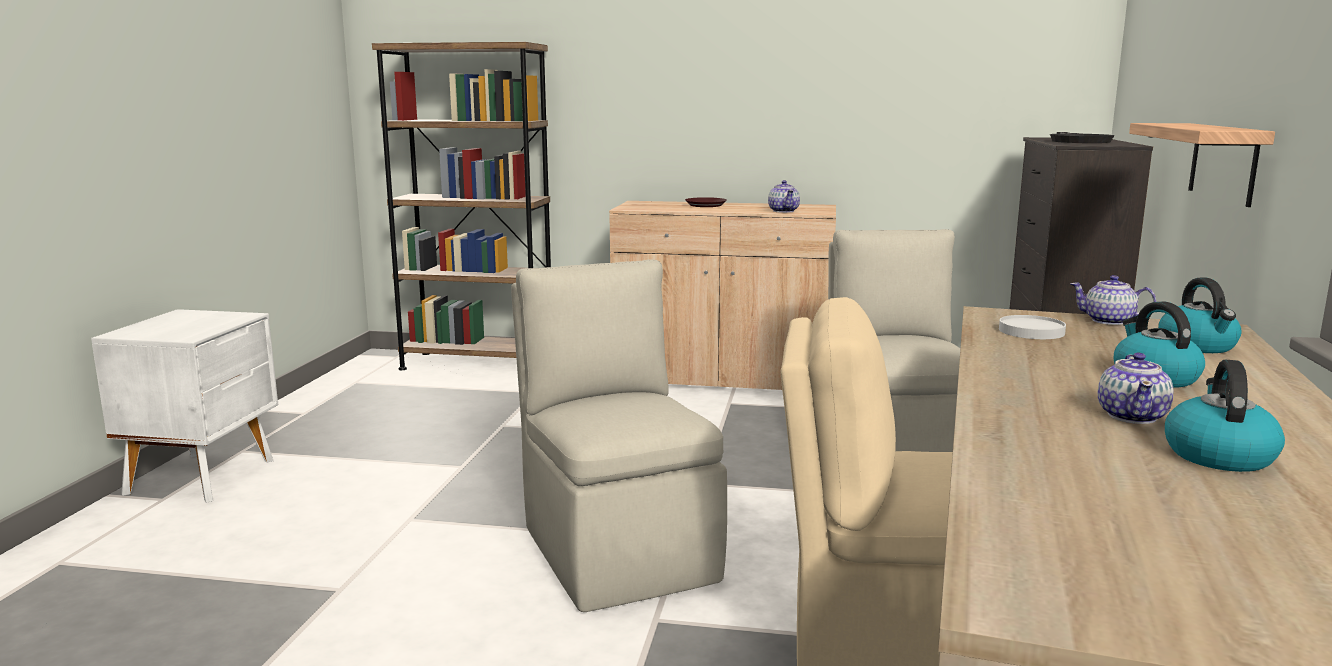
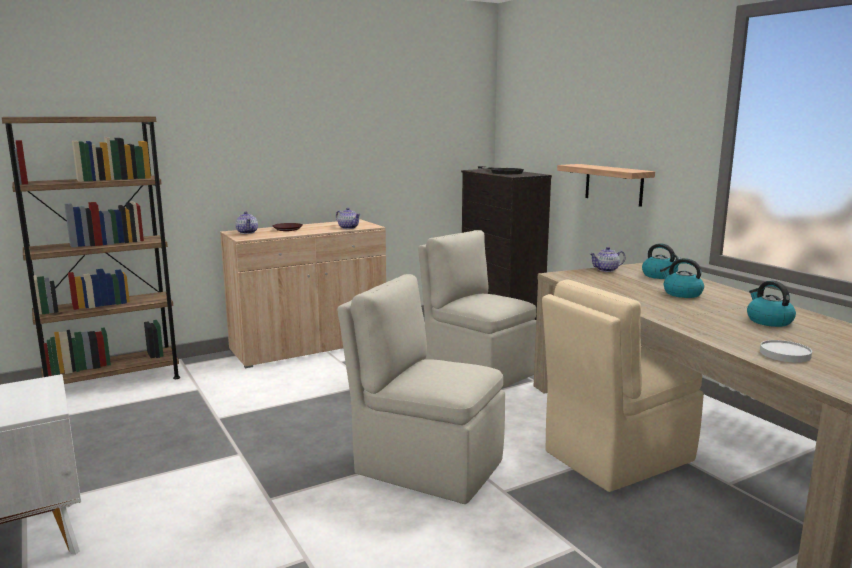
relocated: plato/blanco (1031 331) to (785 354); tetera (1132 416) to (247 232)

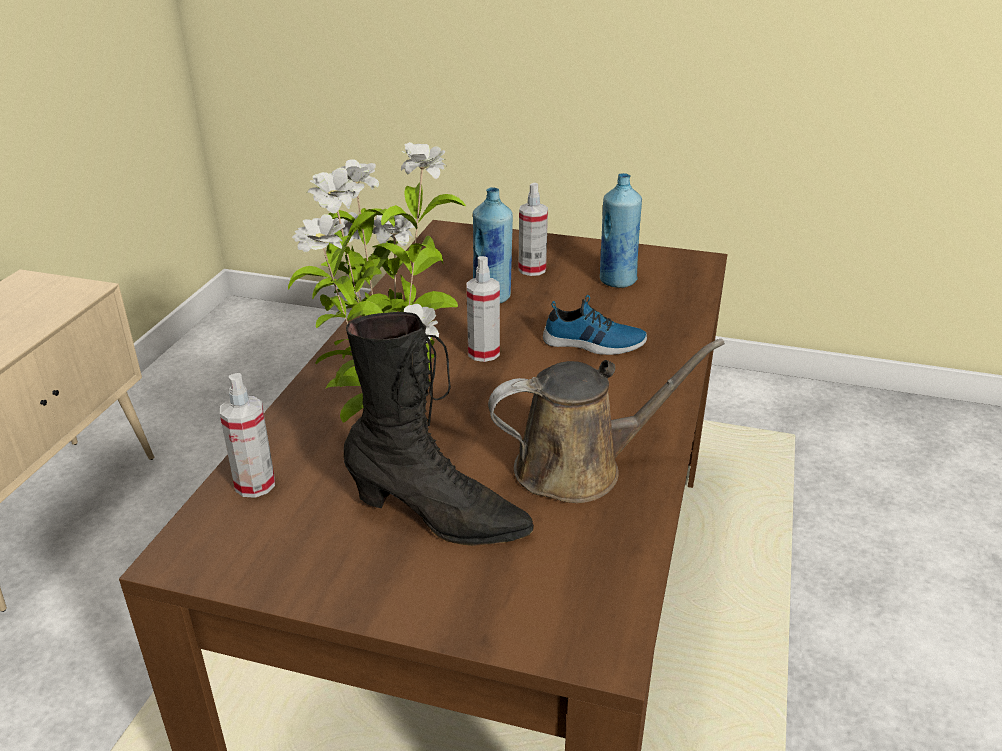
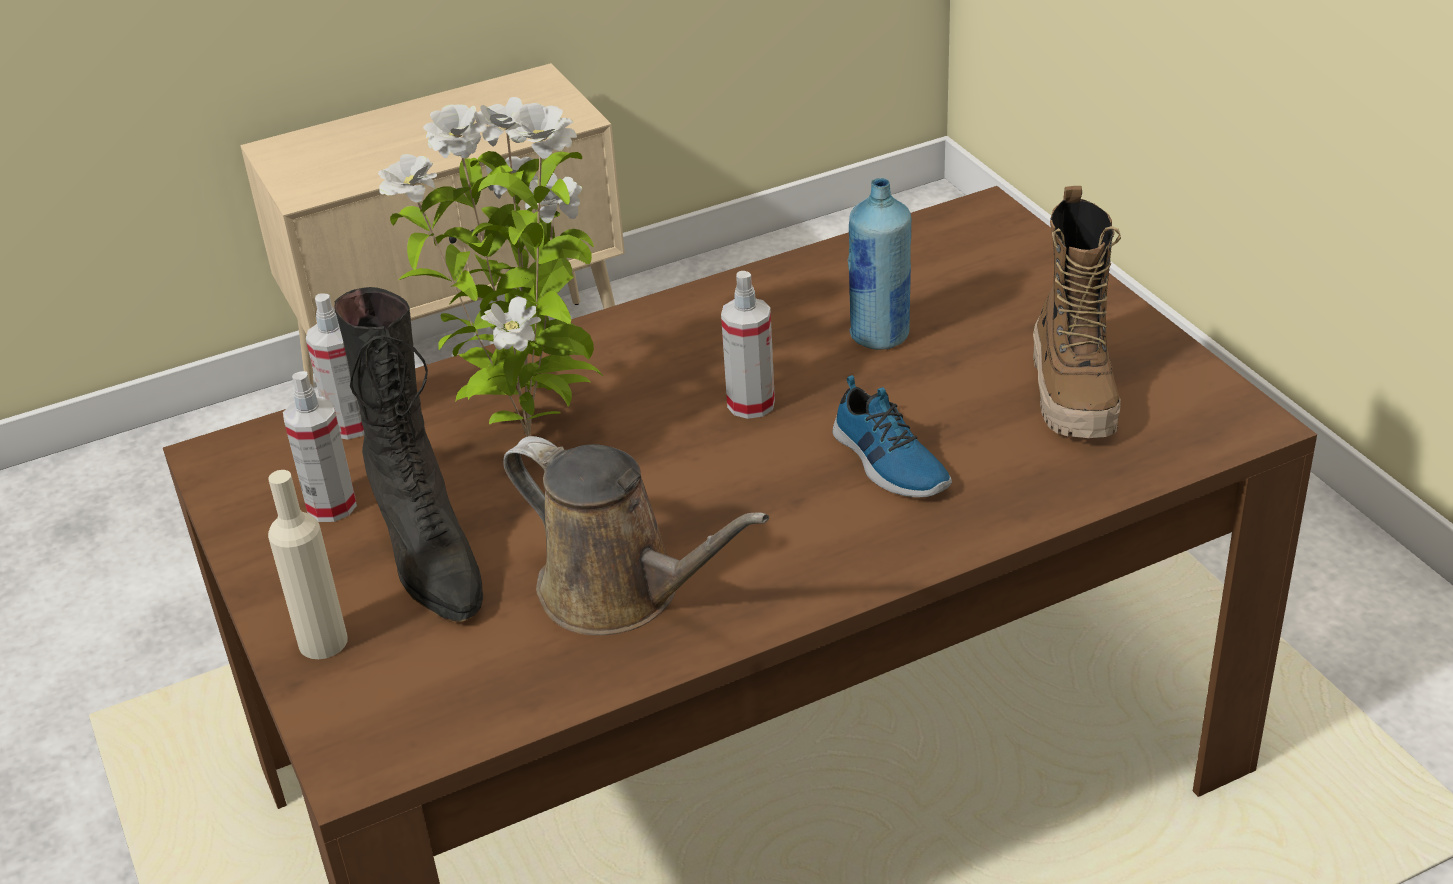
appeared: botella/beis (323 642)
relocated: pulverizador (532 269) to (331 506)
exchanged: botella/azul (617 280) to bota (1073 393)

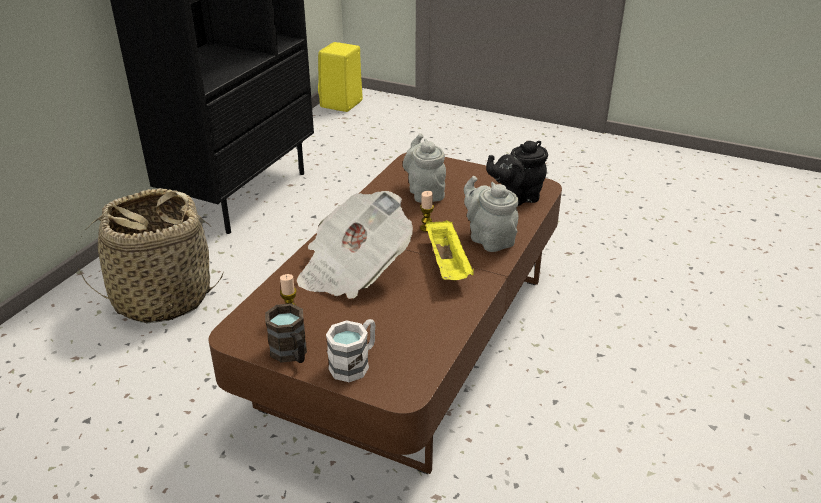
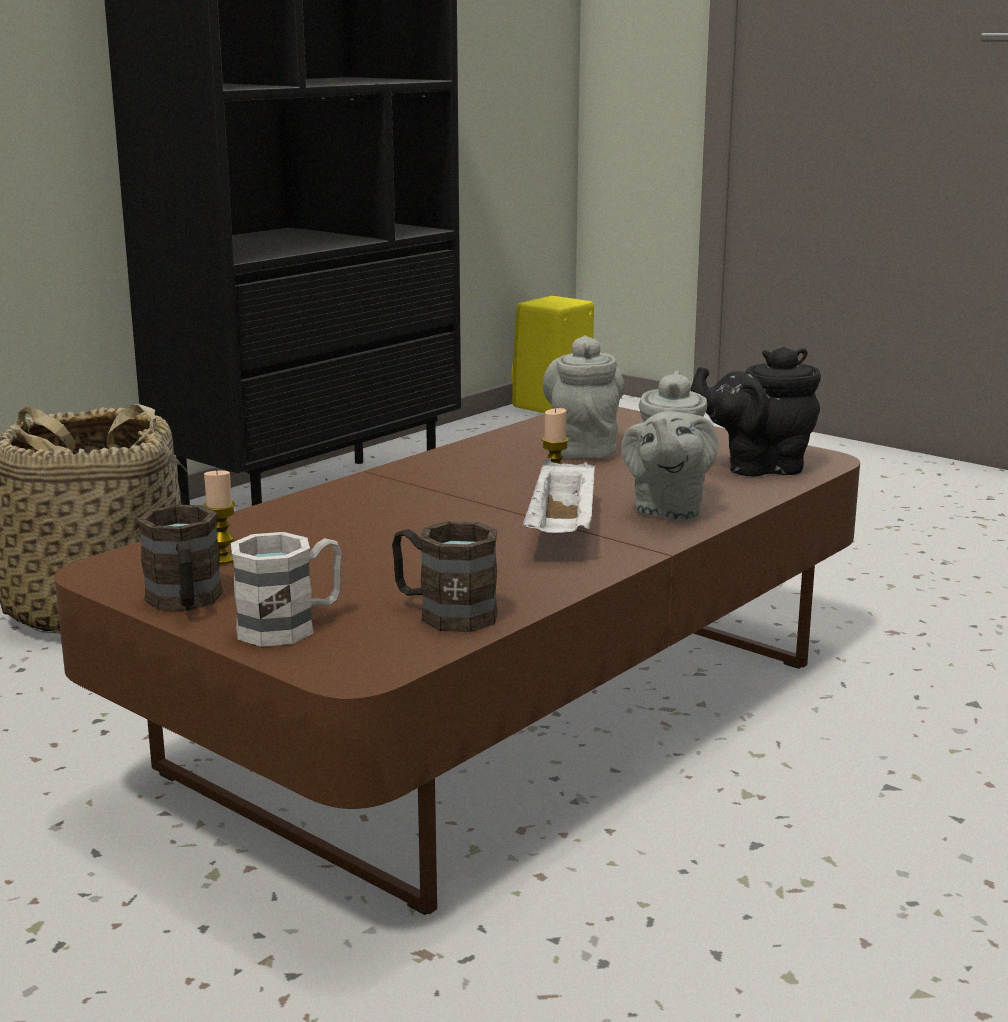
missing: periódico (353 270)
appeared: taza grande/marrón (444 613)
colour: bandeja/amarillo (448 265) to bandeja/blanco (563 531)
spun: tetera/gris (489 239) = (667 509) 150 degrees counterclockwise

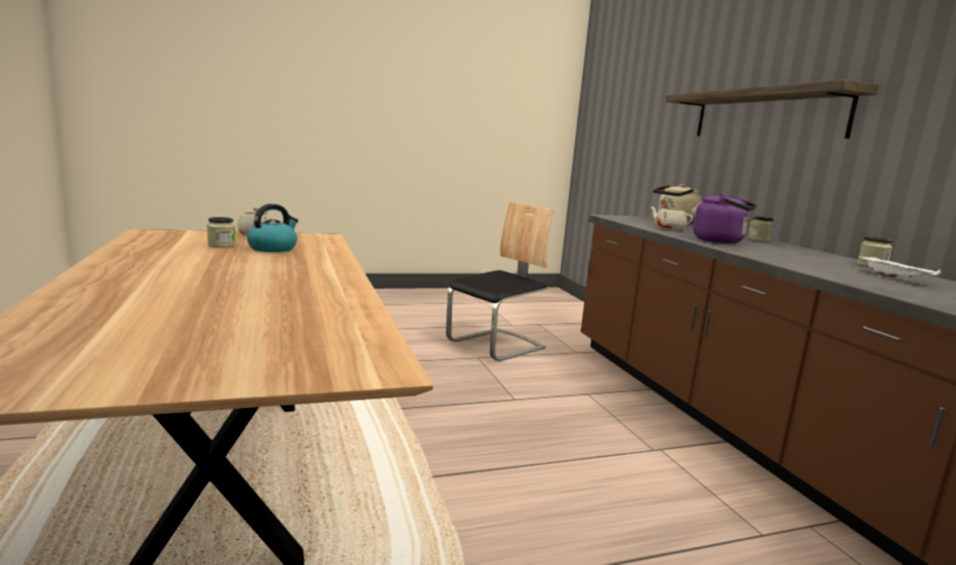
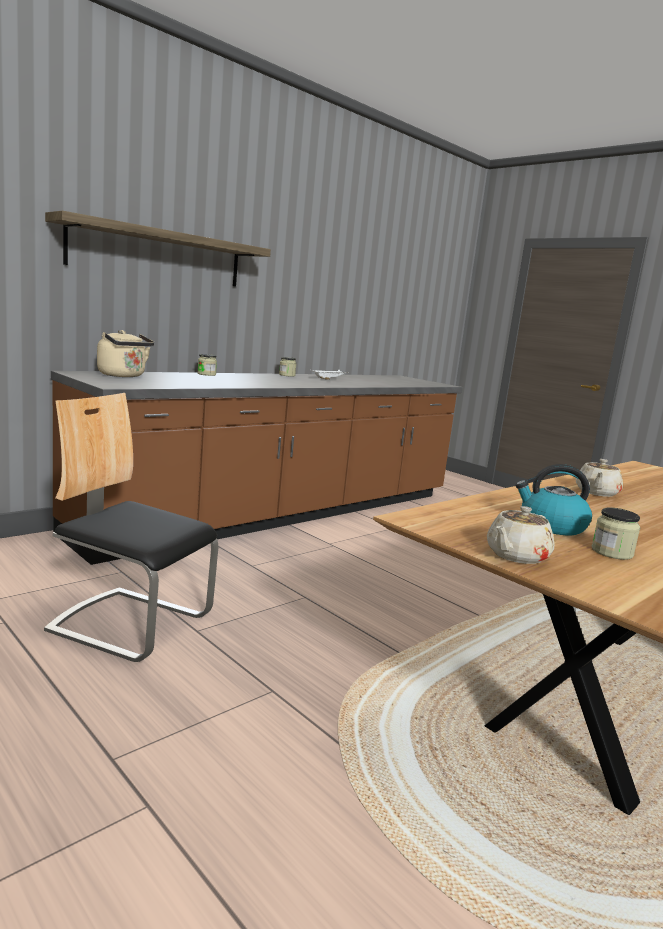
missing: hervidor/morado (721 241)
relocated: tetera/beis (668 228) to (596 493)

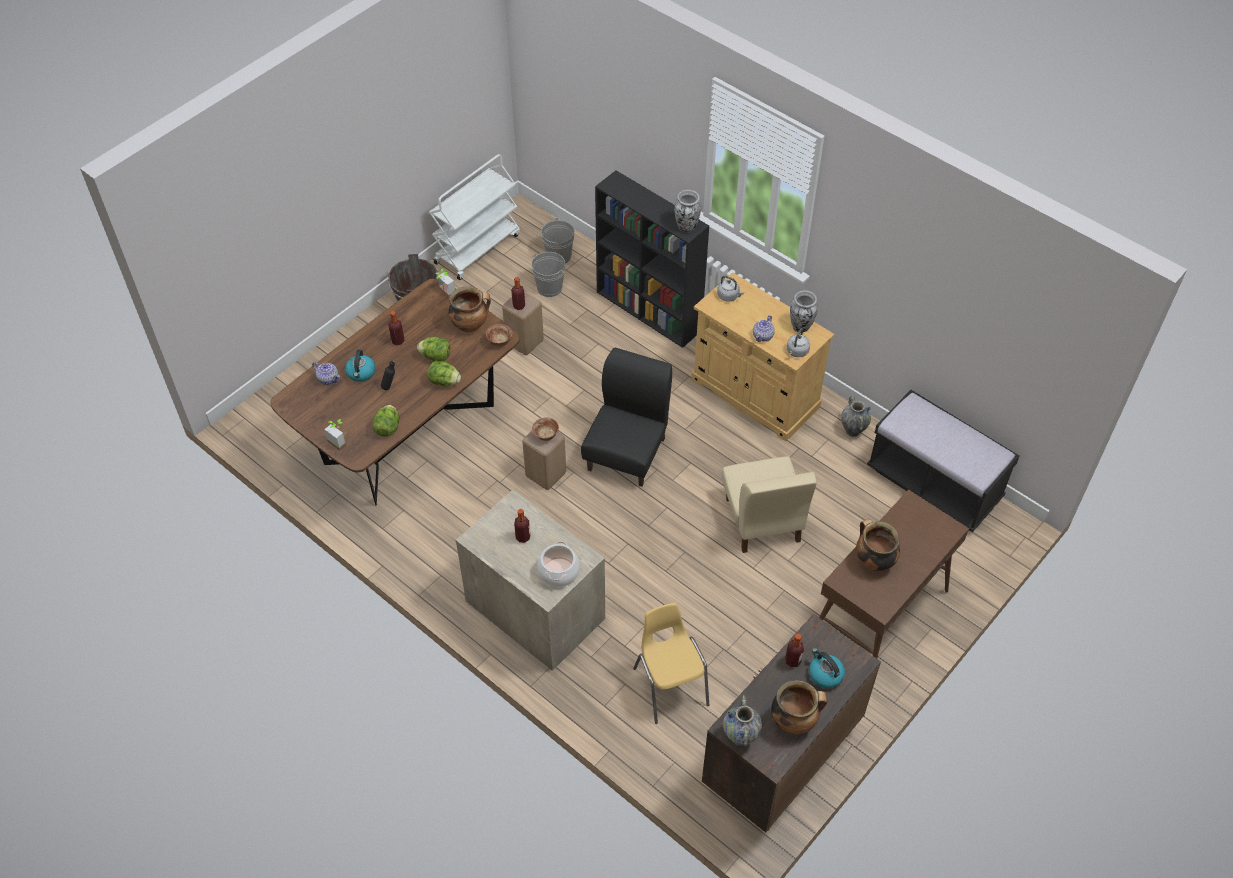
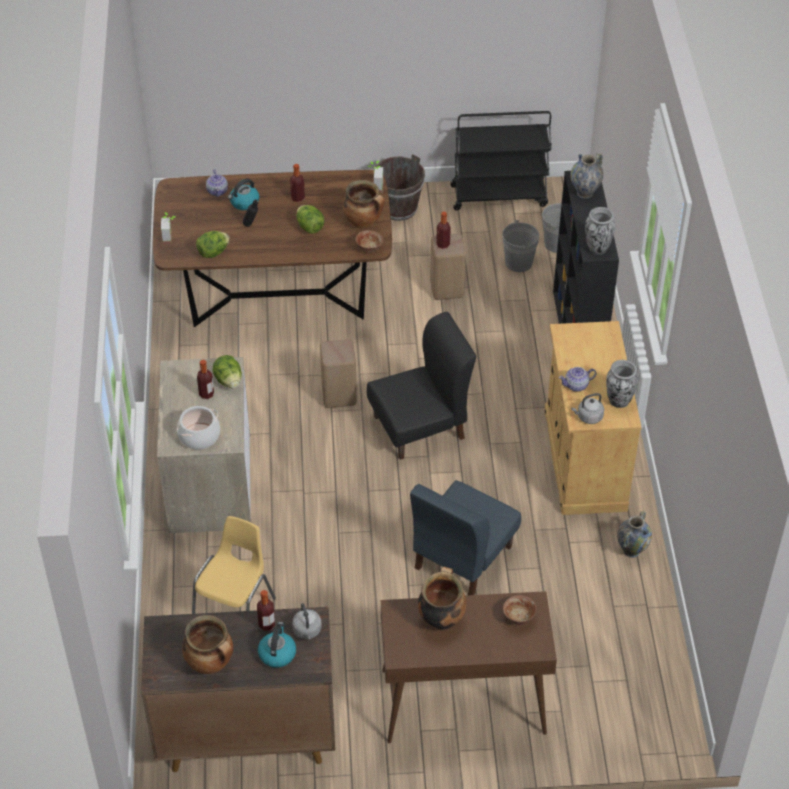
missing: banco/negro (934 484)
relocated: lechuga (444 381) to (228 381); cuenco (546 436) to (518 618); hervidor/gris (729 296) to (307 631); florero (740 737) to (584 193)
colour: carrito/blanco (477 248) to carrito/negro (499 195); silla/beis (762 520) to silla/azul (462 557)

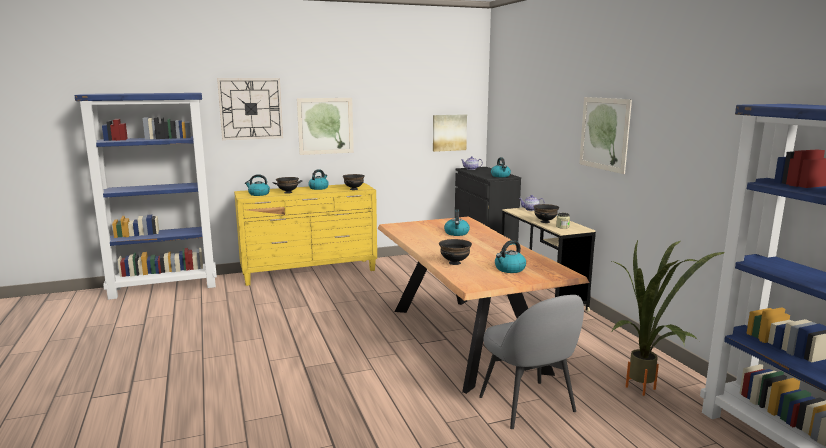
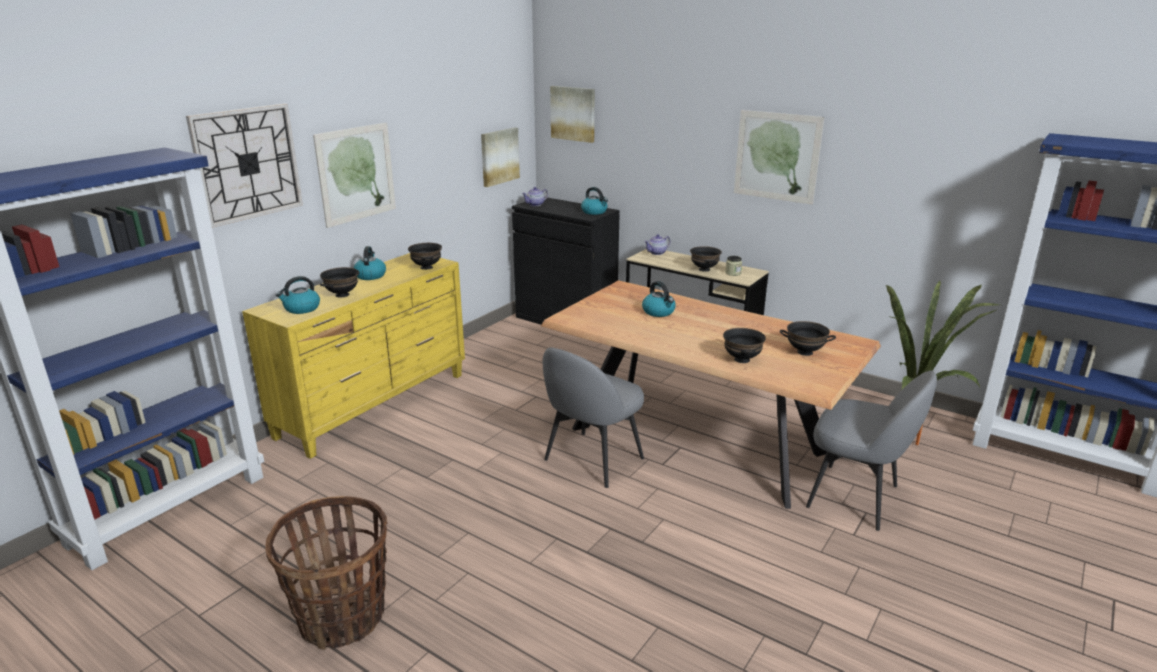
appeared: cesta (342 618); silla/gris (592 460); cuadro (573 113)
exchanged: hervidor (509 269) to cuenco/negro (805 352)

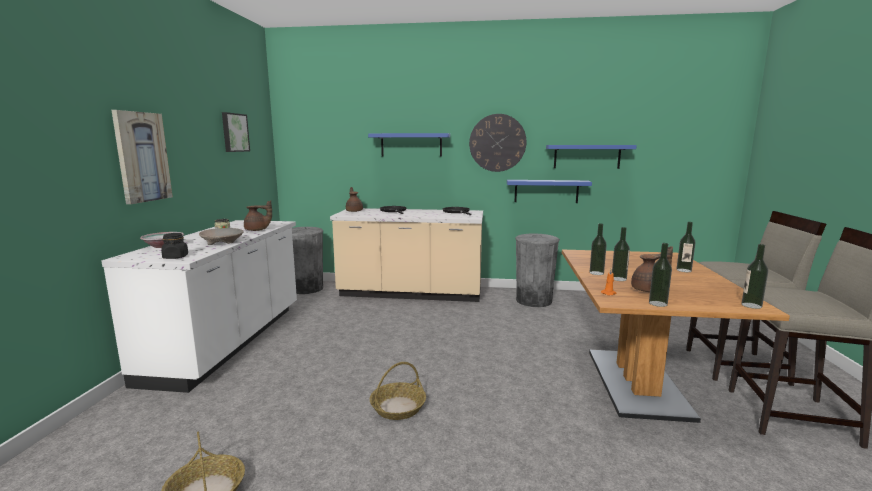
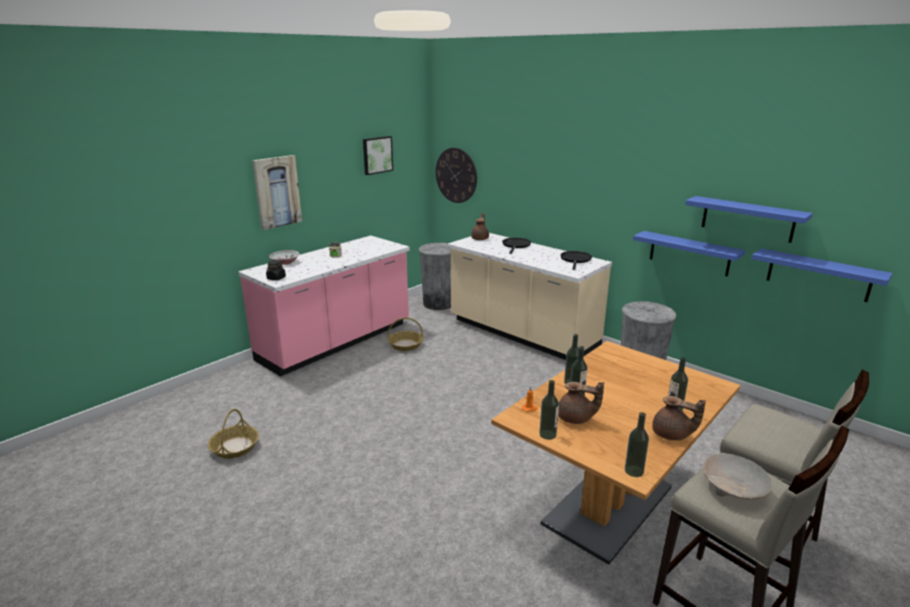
relocated: cuenco/beis (222 242) to (734 487); tetera/marrón (257 230) to (672 435); estante/azul (411 145) to (818 275); cesta (398 407) to (405 345); reloj de pared (497 143) to (456 175)
colour: mueble bajo de cocina/blanco (229 342) to mueble bajo de cocina/rosa (336 342)

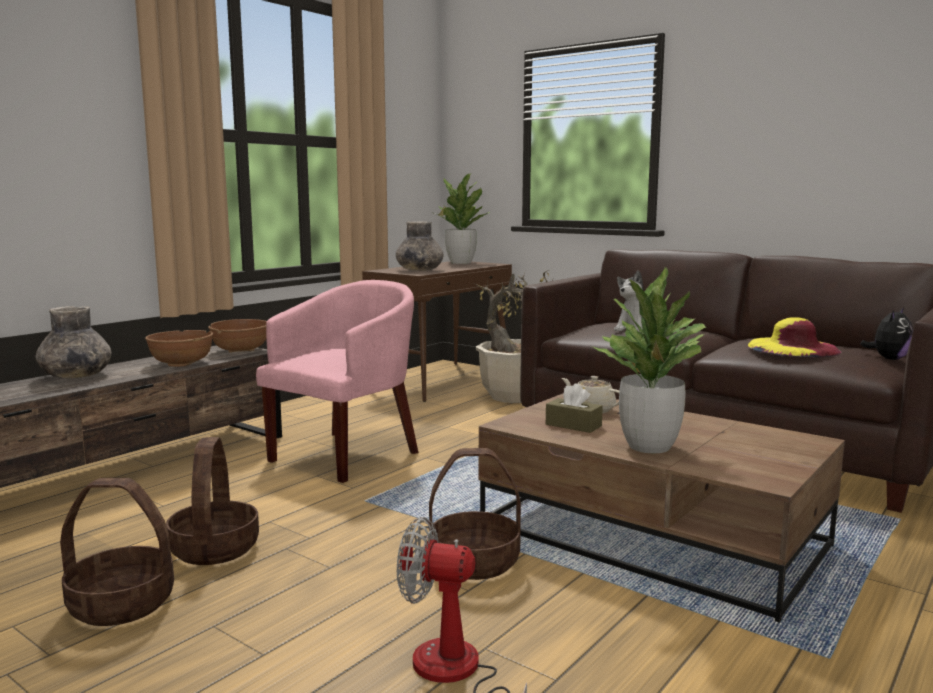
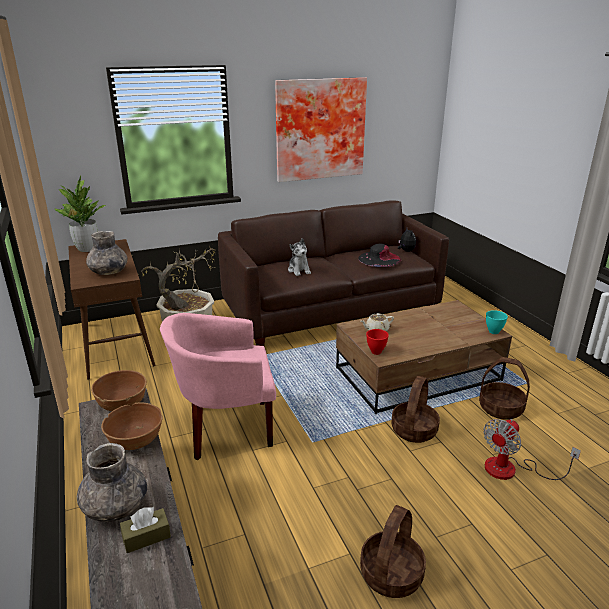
missing: planta en maceta (649 447)
appeared: cuadro (319 129); cuenco/rojo (376 352); cuenco/turquesa (493 332)
relocated: cesta (214 548) to (500 408); caja de pañuelos/marrón (573 425) to (146 537)
colour: sombrero/amarillo (793 348) to sombrero/negro (379 259)
spun: sillón/rosa (346 454) = (226 427) 75 degrees counterclockwise

